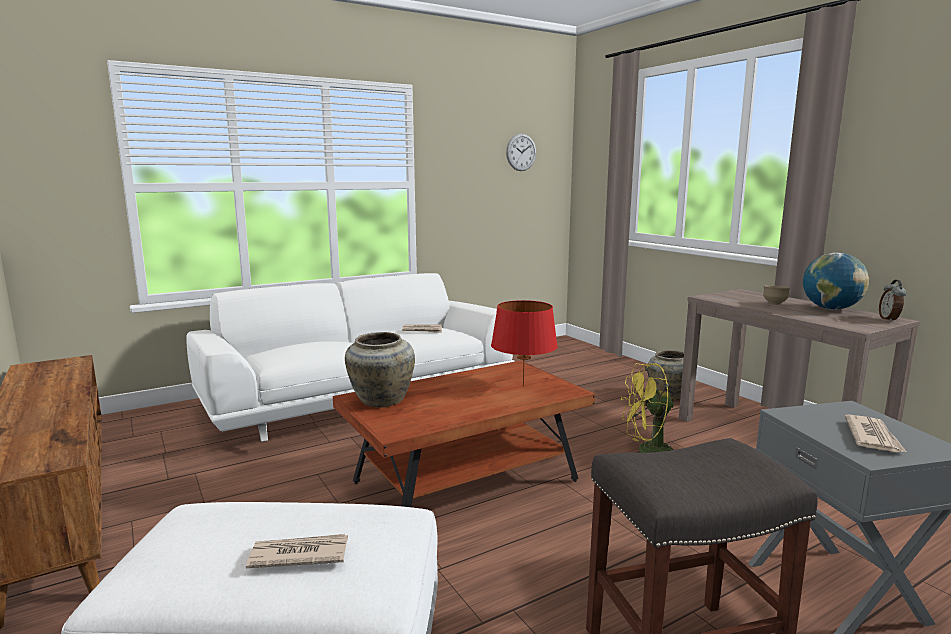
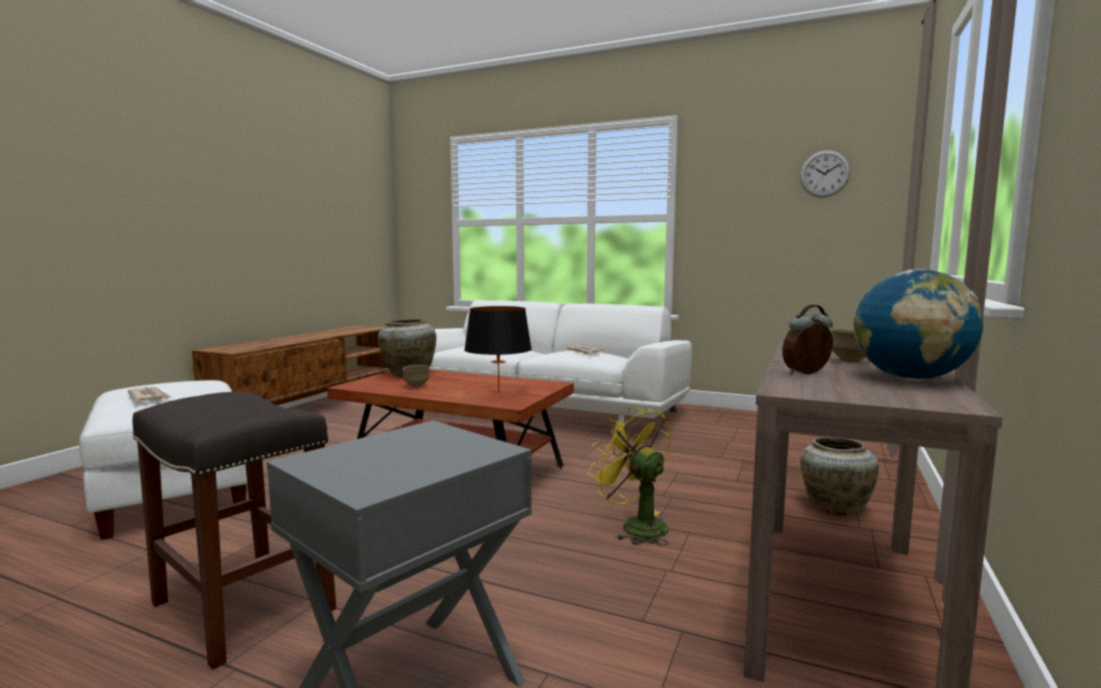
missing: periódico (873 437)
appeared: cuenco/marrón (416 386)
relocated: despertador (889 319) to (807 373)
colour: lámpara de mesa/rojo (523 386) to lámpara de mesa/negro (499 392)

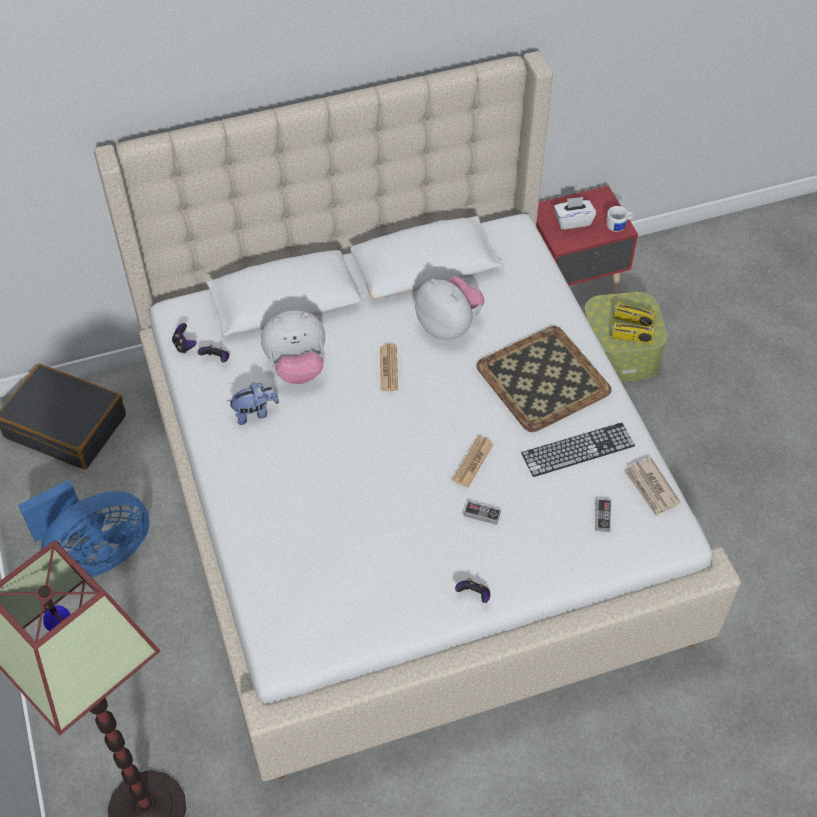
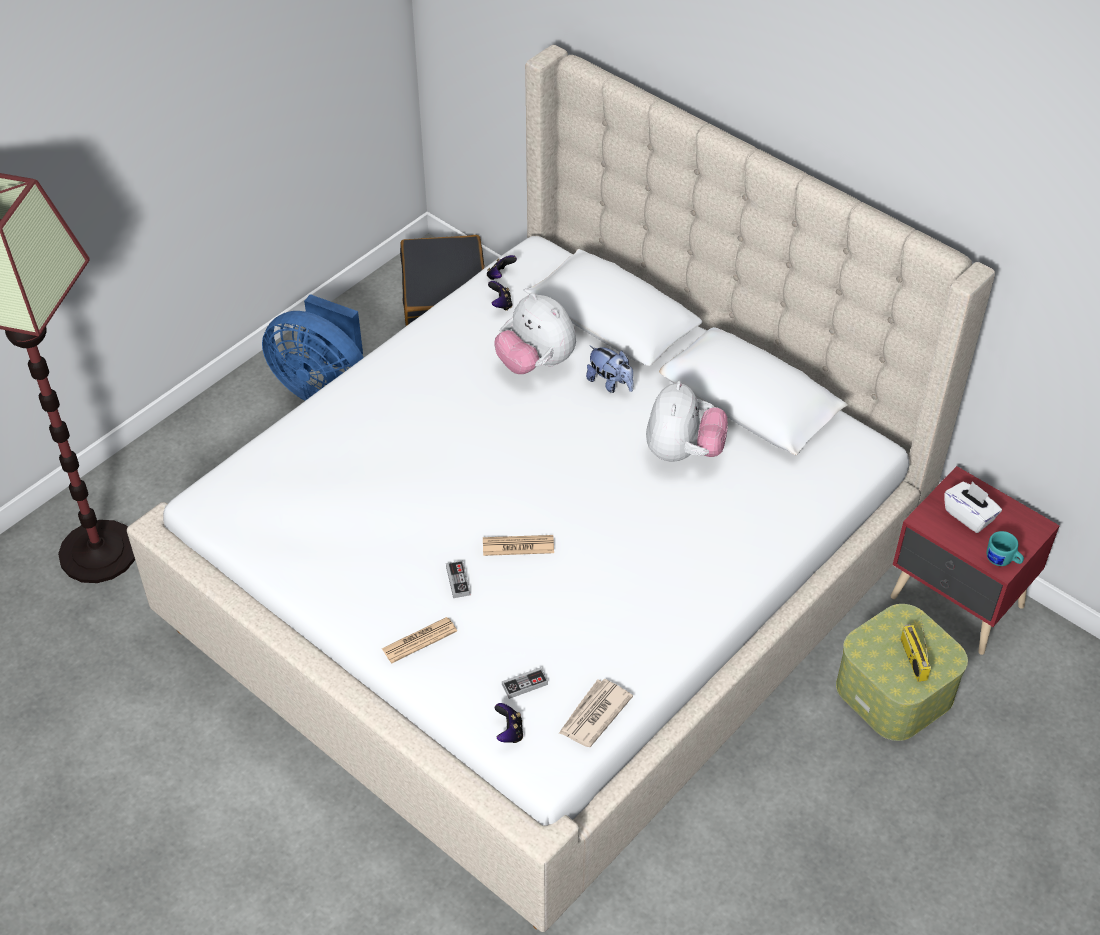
missing: bandeja (541 378); teclado (578 449); radio (630 338)
relocated: peluche (255 413) to (610 383); periódico (388 368) to (419 640); mando de consola (474 595) to (509 732)
colour: taza grande/blanco (618 226) to taza grande/turquesa (1002 560)

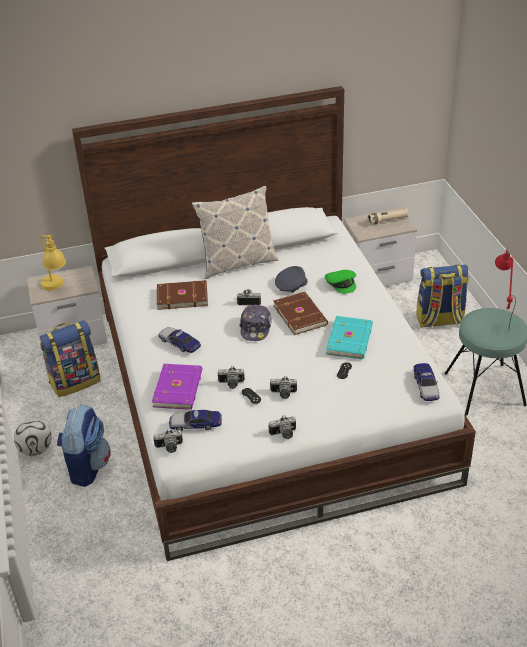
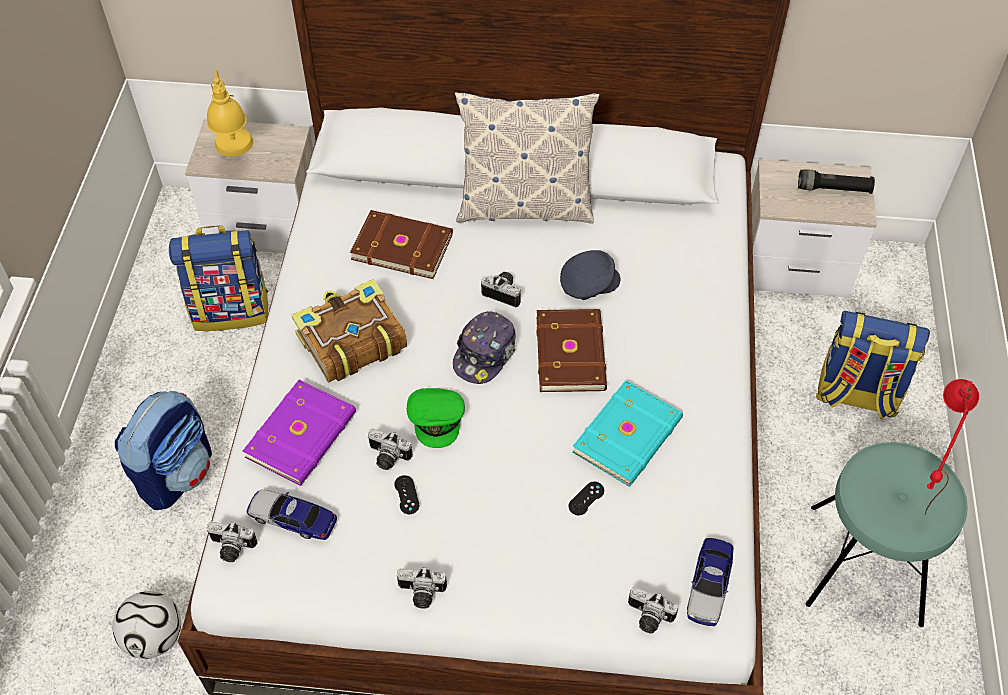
relocated: balón de fútbol (36 449) to (155 637); cámara (283 394) to (648 618); gorra/verde (341 283) to (437 419)
exchanged: coche de juguete (179 343) to libro (350 341)
colour: linterna/beis (387 220) to linterna/negro (833 189)

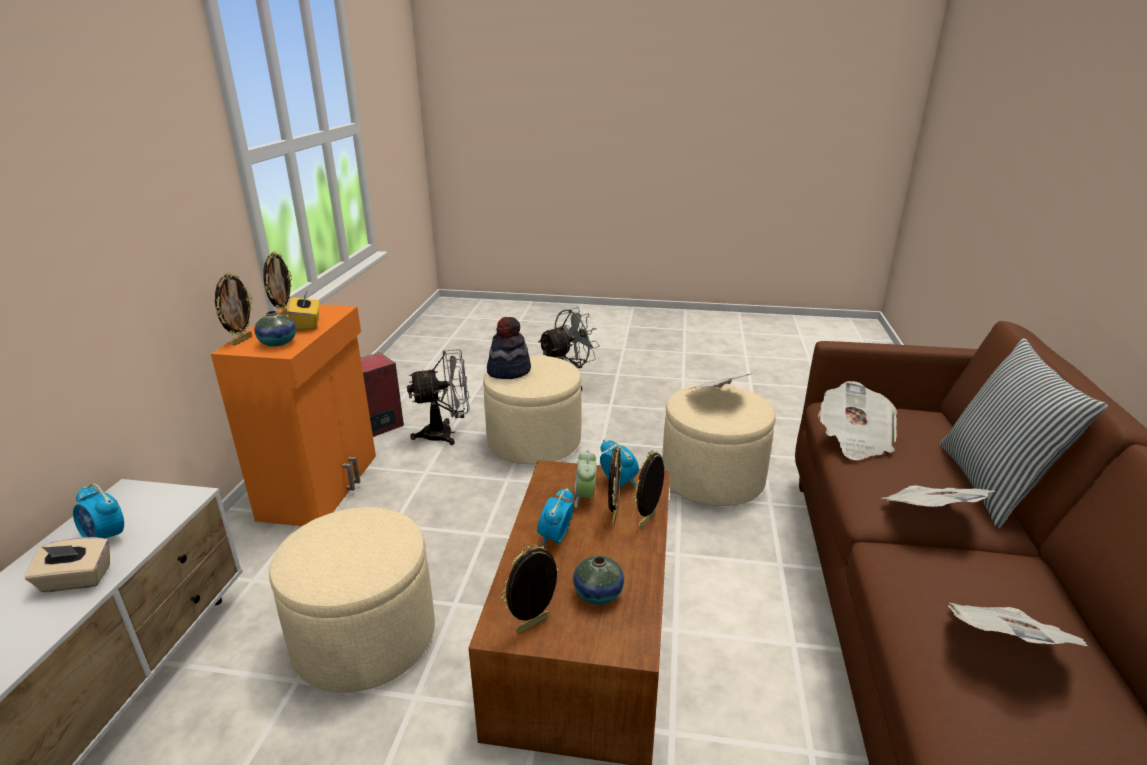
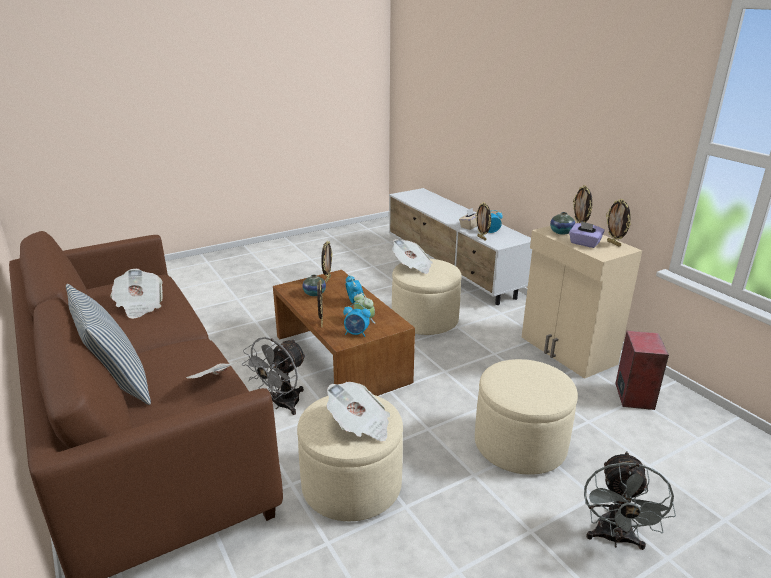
missing: sombrero (508 371)
relocated: ventilador/gris (446 434) to (281 405); portarretratos (613 516) to (482 238); periódico (929 515) to (412 266)
colour: armario/naranja (322 486) to armario/beis (567 351); caja de pañuelos/amarillo (307 324) to caja de pañuelos/morado (584 243)

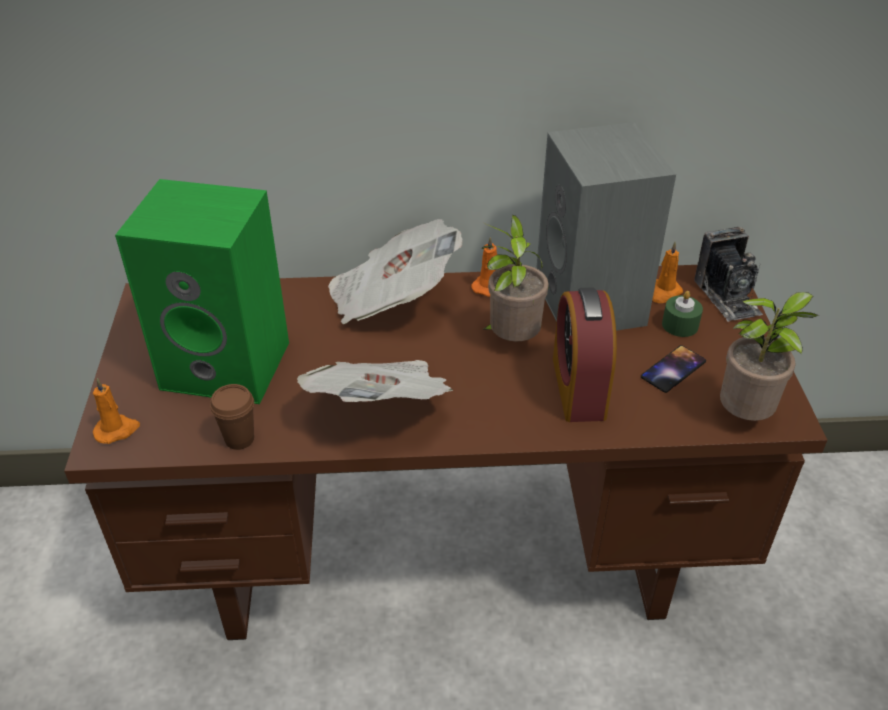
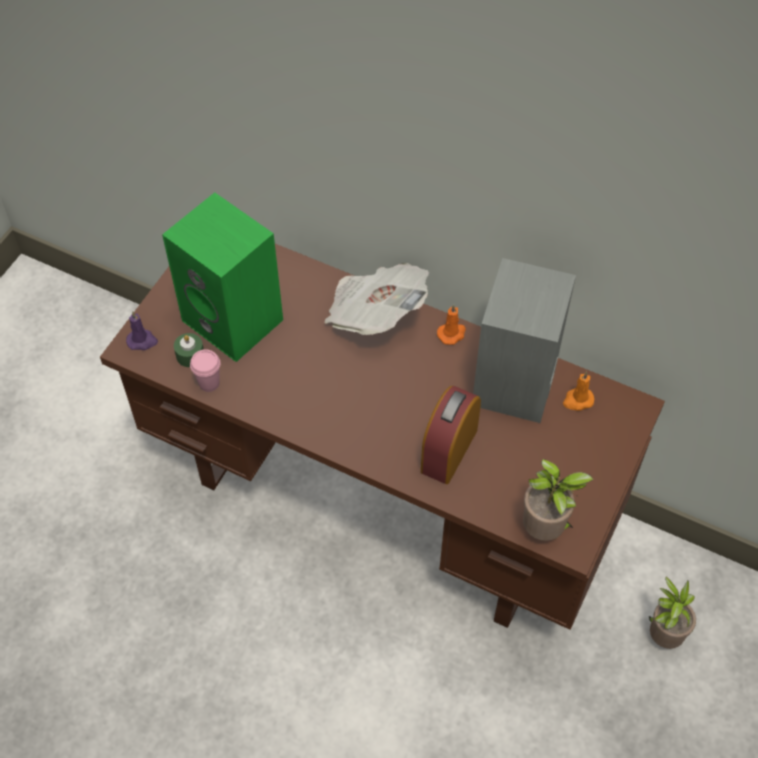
missing: periódico (382 408); móvil (673 369); cámara (727 296)
relocated: planta en maceta (511 340) to (663 635); vela/verde (680 325) to (190 355)
colour: vela/naranja (117 430) to vela/morado (142 341); taza/marrón (239 439) to taza/rosa (209 383)

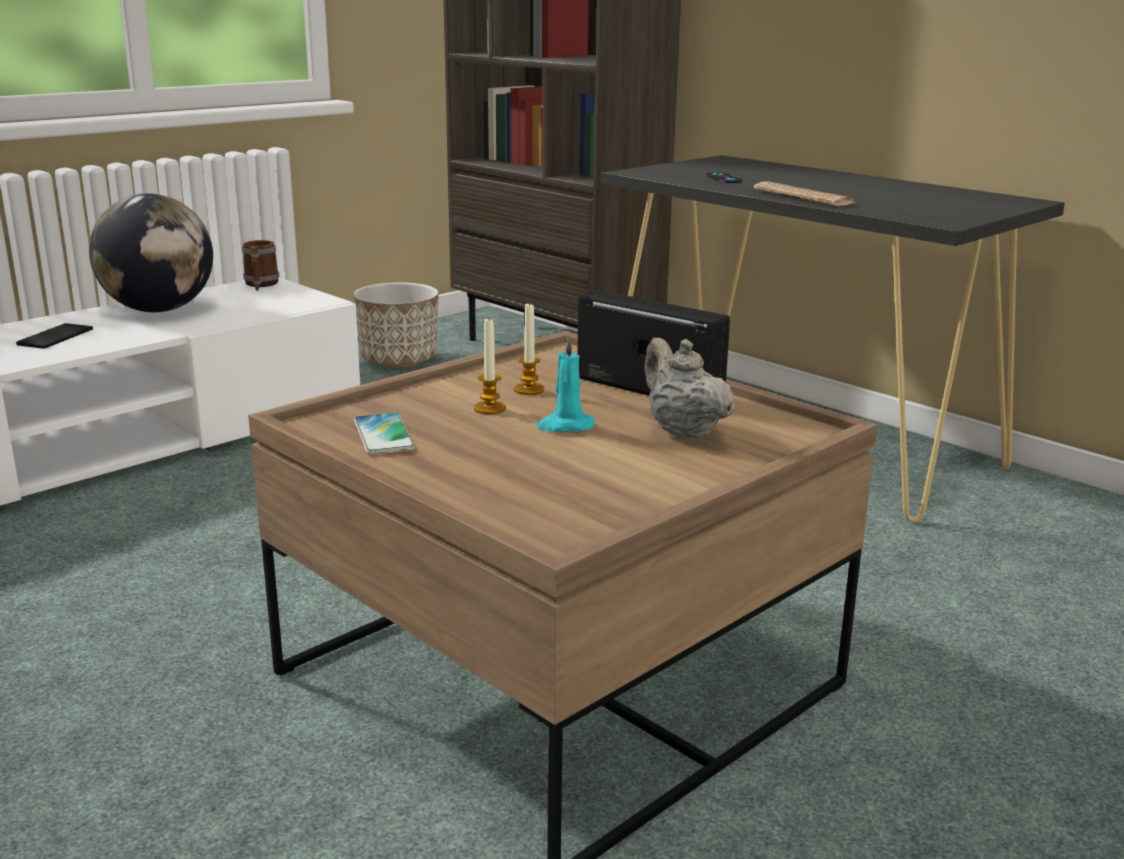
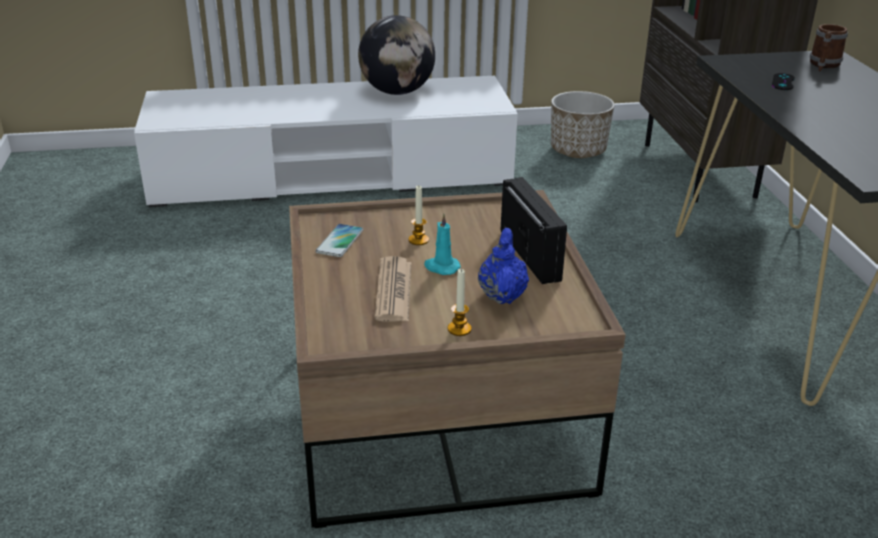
missing: móvil (55 337)
relocated: taza grande (260 285) to (823 65); vela (529 390) to (459 329); periódico (803 197) to (393 290)
colour: tetera/beis (682 431) to tetera/azul (502 294)

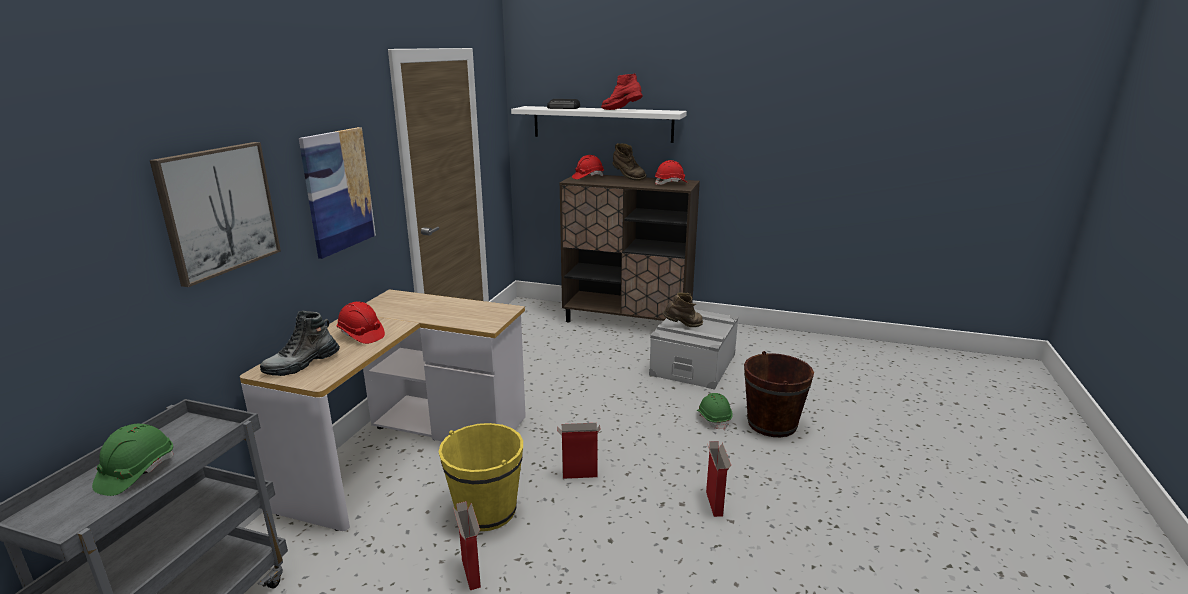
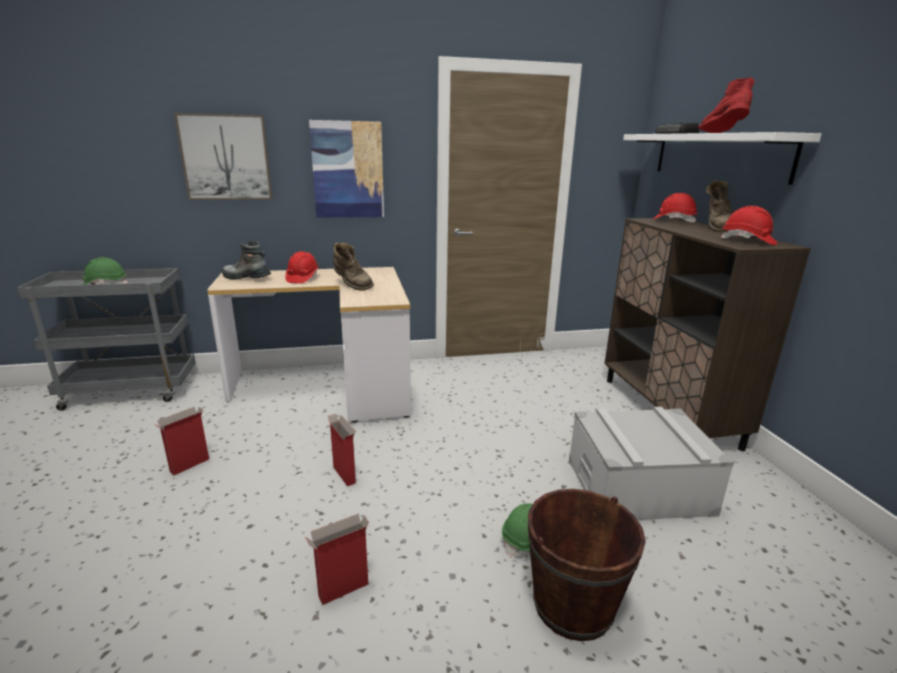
missing: cubo/amarillo (486 510)
relocated: bota/marrón (683 326) to (352 286)

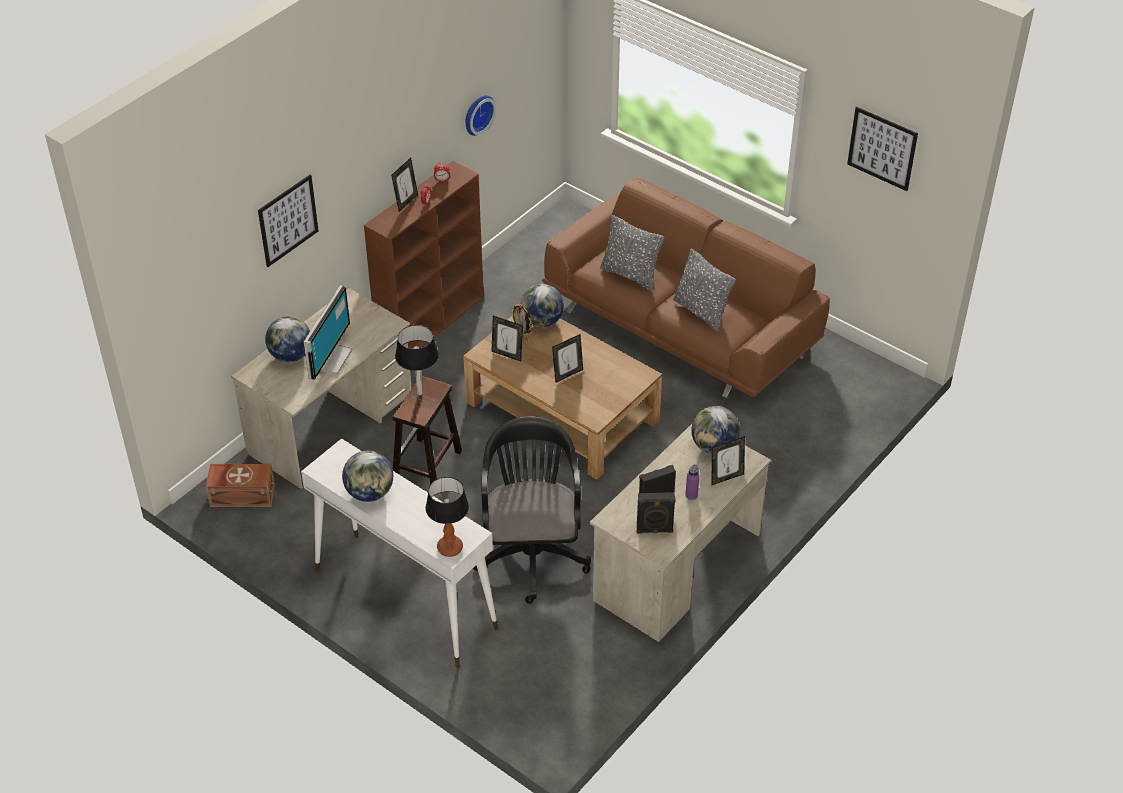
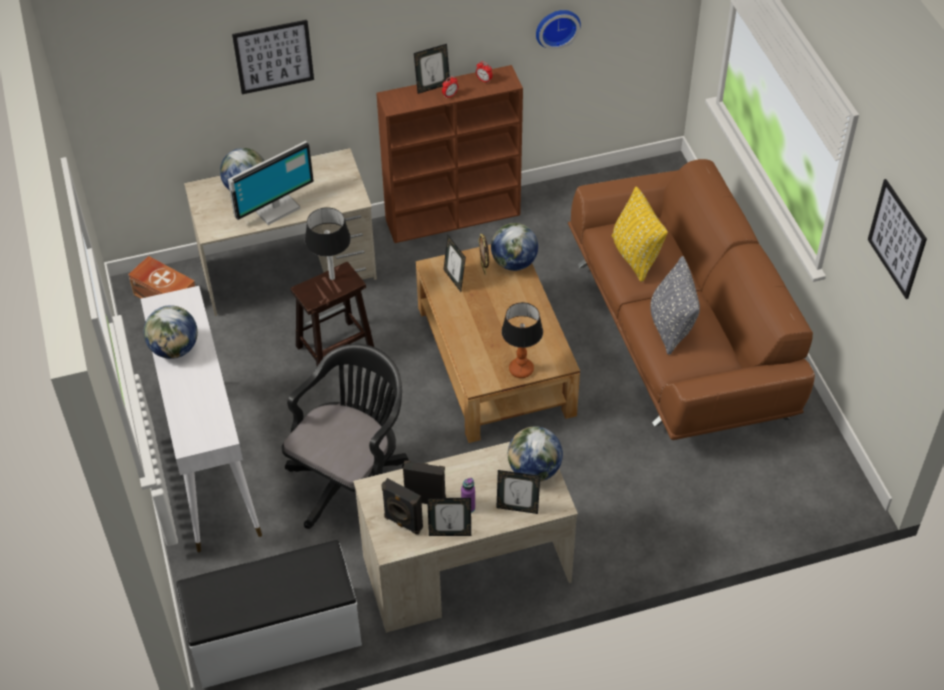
appeared: banco/blanco (275 637)
relocated: lámpara de mesa (450 548) to (521 370); portarretratos (567 374) to (450 532)
colour: cojín/gris (630 275) to cojín/amarillo (635 256)

